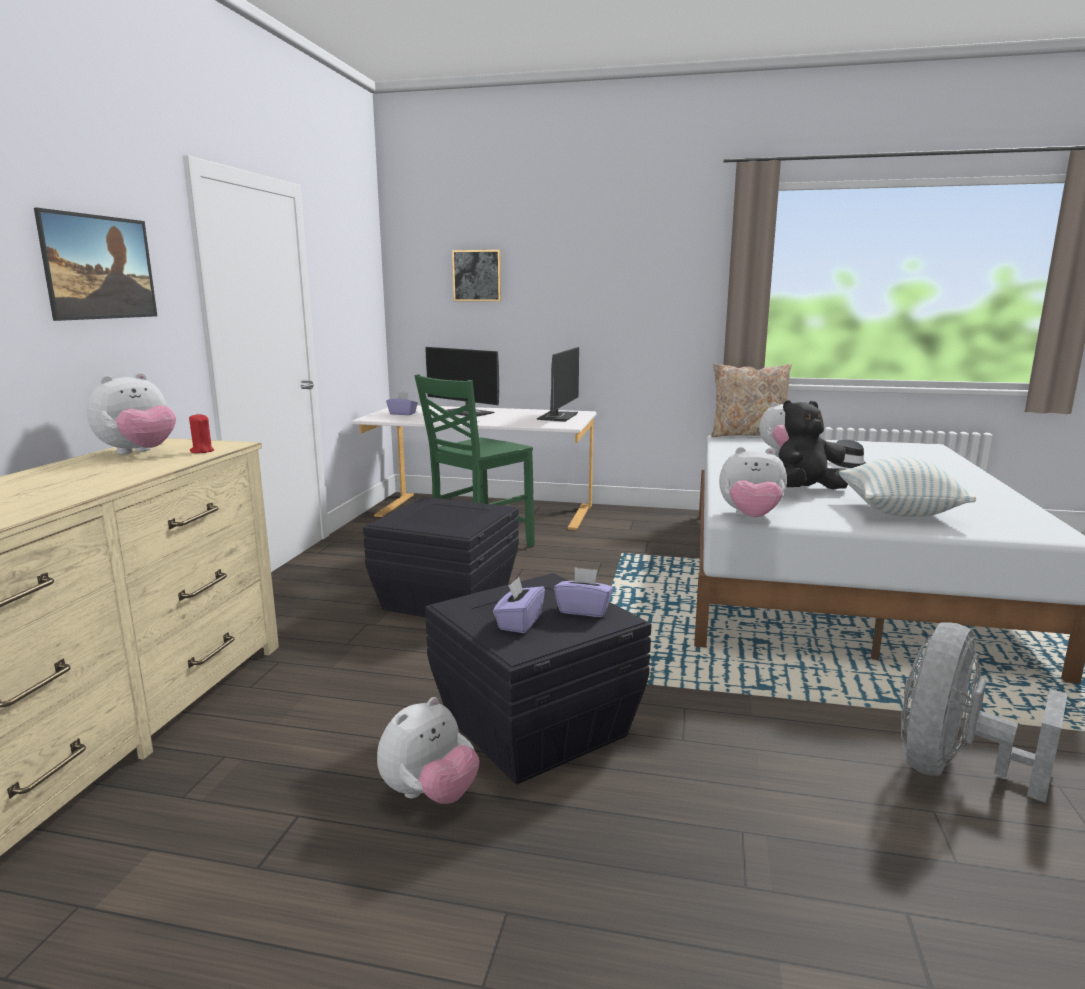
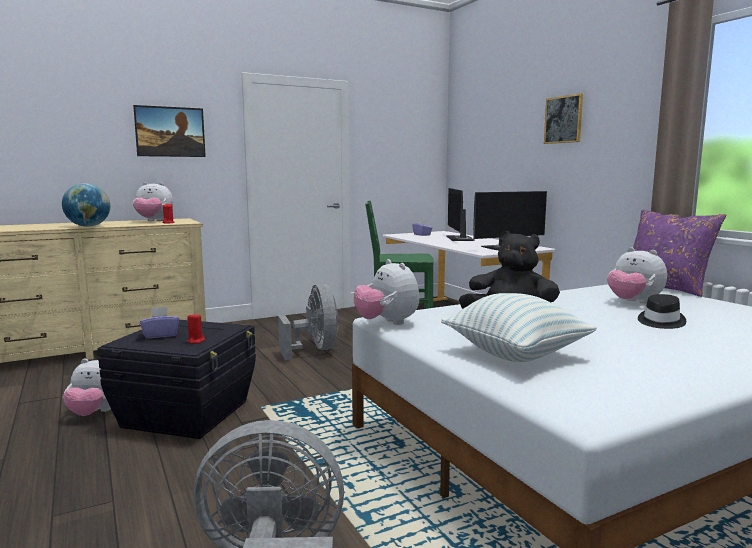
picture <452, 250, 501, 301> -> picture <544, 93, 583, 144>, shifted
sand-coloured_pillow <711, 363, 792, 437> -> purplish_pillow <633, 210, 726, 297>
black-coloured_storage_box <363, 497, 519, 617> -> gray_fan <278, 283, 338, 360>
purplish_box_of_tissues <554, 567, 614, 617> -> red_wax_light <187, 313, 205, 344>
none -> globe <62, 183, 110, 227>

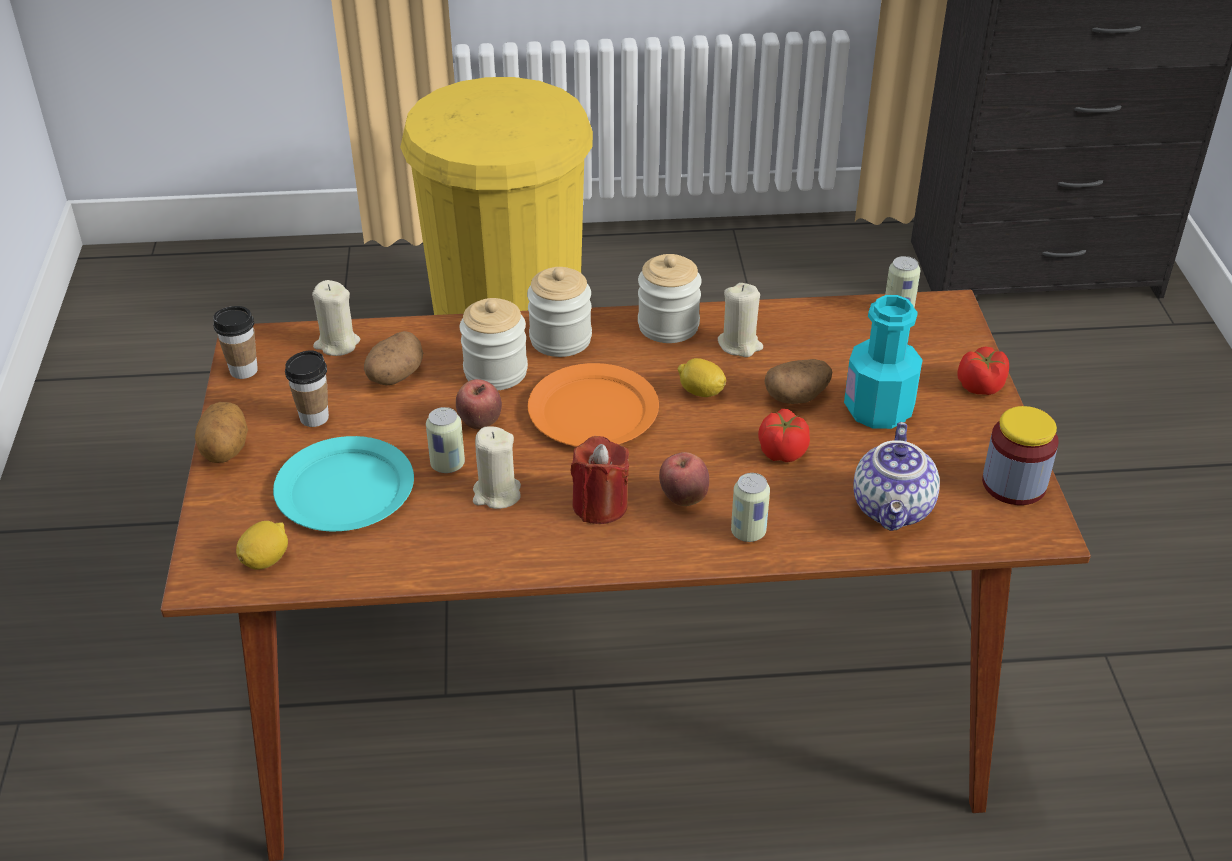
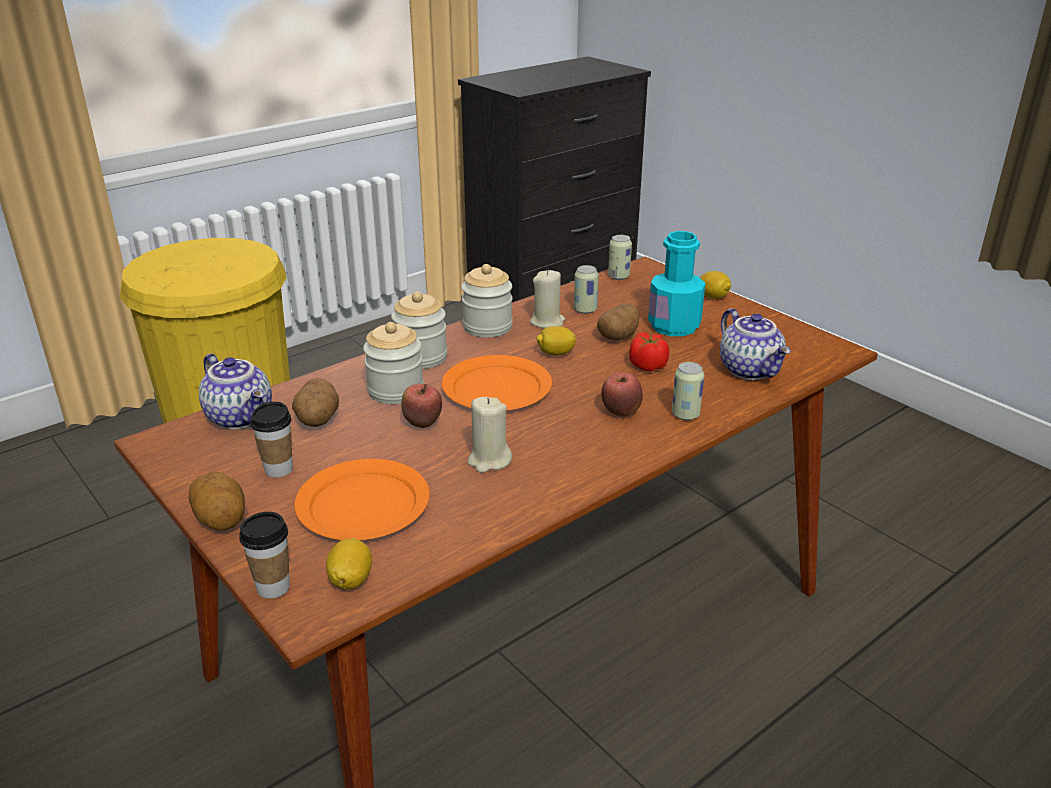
sand-coloured_wax_light <312, 280, 360, 356> -> tea_pot <199, 354, 272, 429>
small_cup <213, 306, 258, 379> -> small_cup <239, 512, 290, 599>, shifted
tomato <957, 346, 1009, 395> -> citrus_fruit <700, 271, 732, 299>
storage_jar <982, 406, 1059, 505> -> none
sealed_can <426, 407, 465, 473> -> sealed_can <574, 265, 599, 314>, shifted
turquoise-coloured_plate <273, 436, 414, 531> -> orange-coloured_plate <294, 459, 430, 540>
red_wax_light <571, 436, 629, 524> -> none

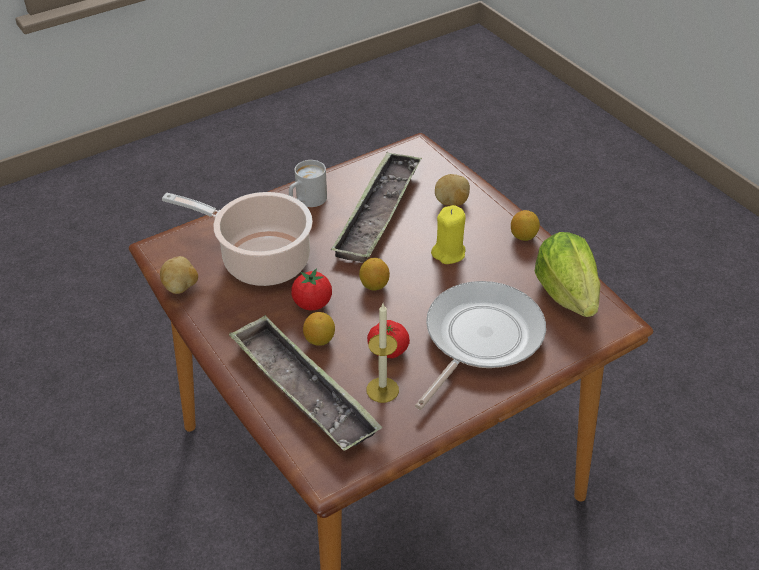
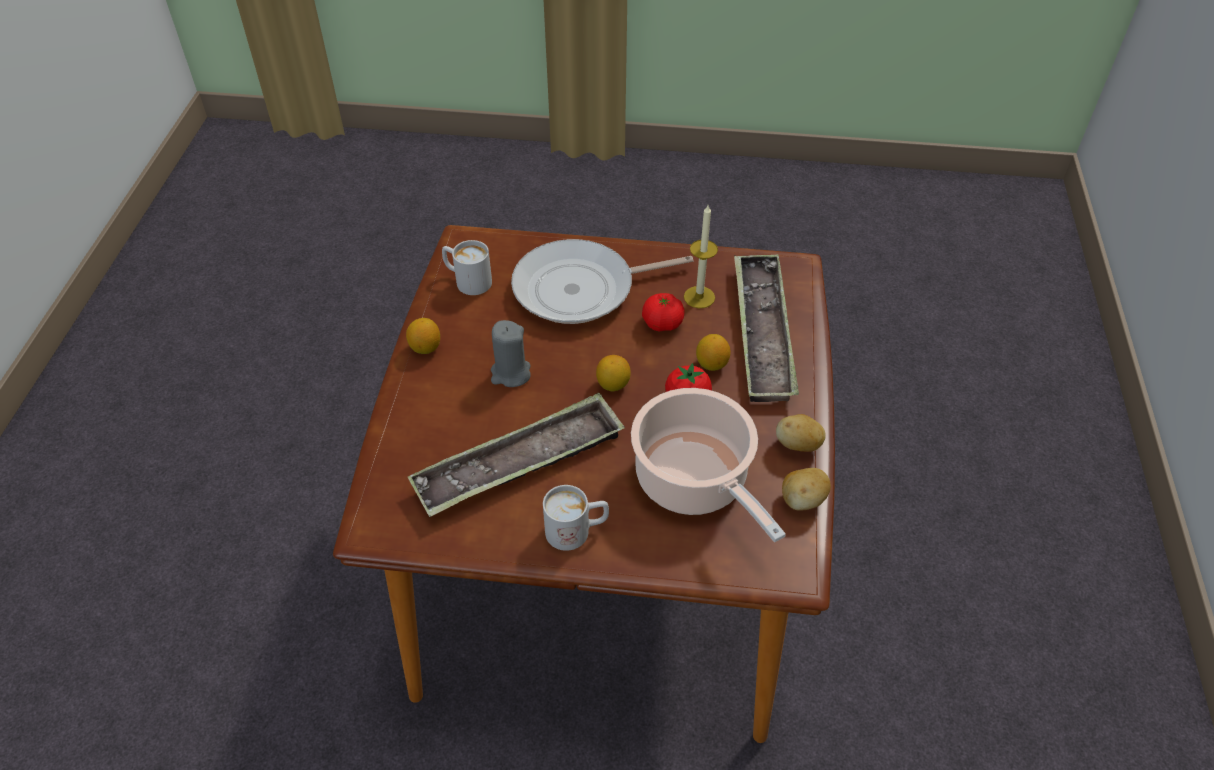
spud <435, 174, 470, 206> -> spud <776, 414, 826, 452>, shifted
yellow-coloured_wax_light <431, 205, 466, 264> -> gray_wax_light <491, 320, 531, 387>
lettuce_head <535, 232, 601, 317> -> whitish_tea_mug <442, 240, 492, 295>

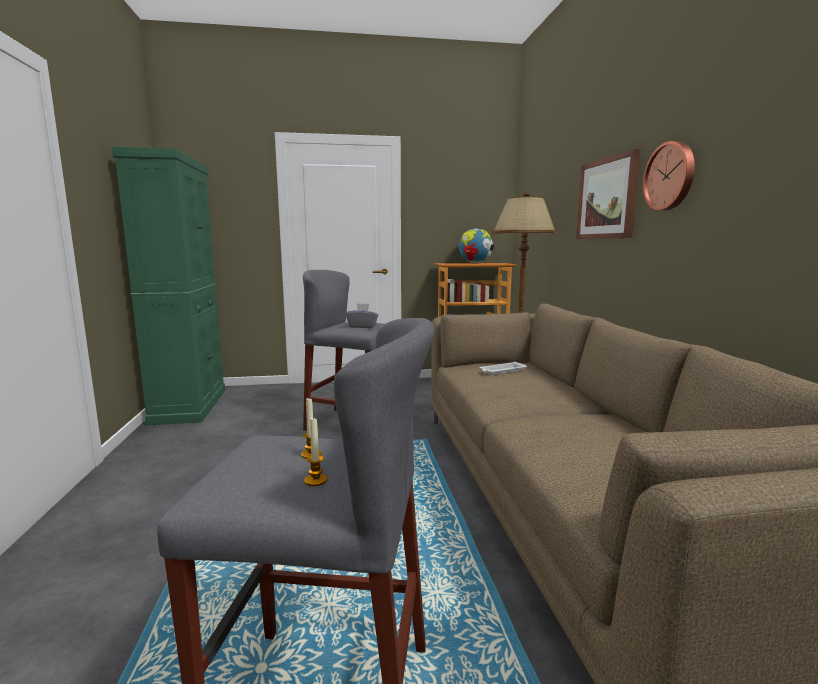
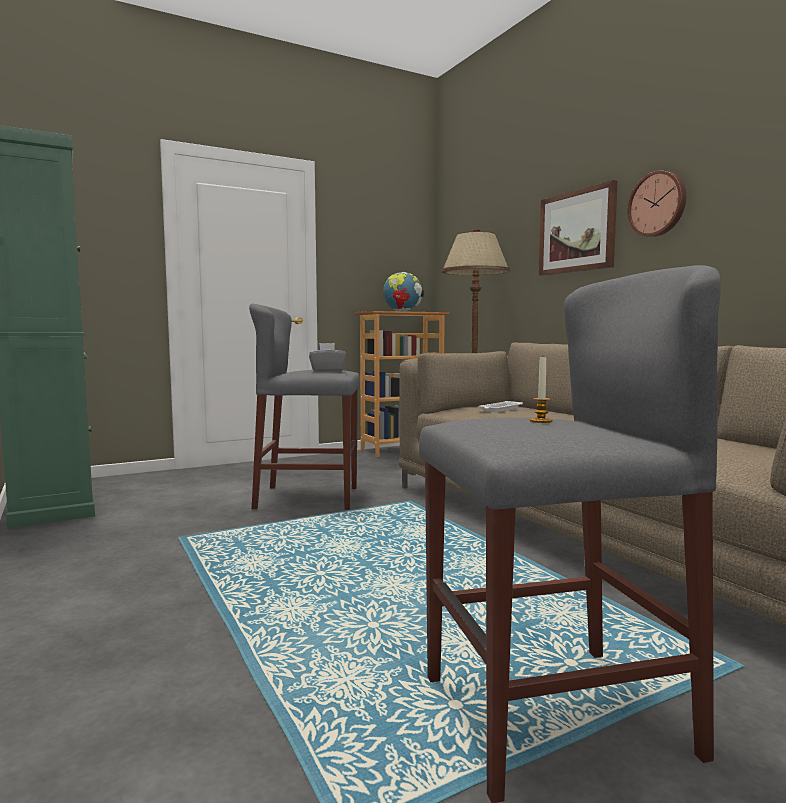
wax_light <304, 416, 328, 486> -> none

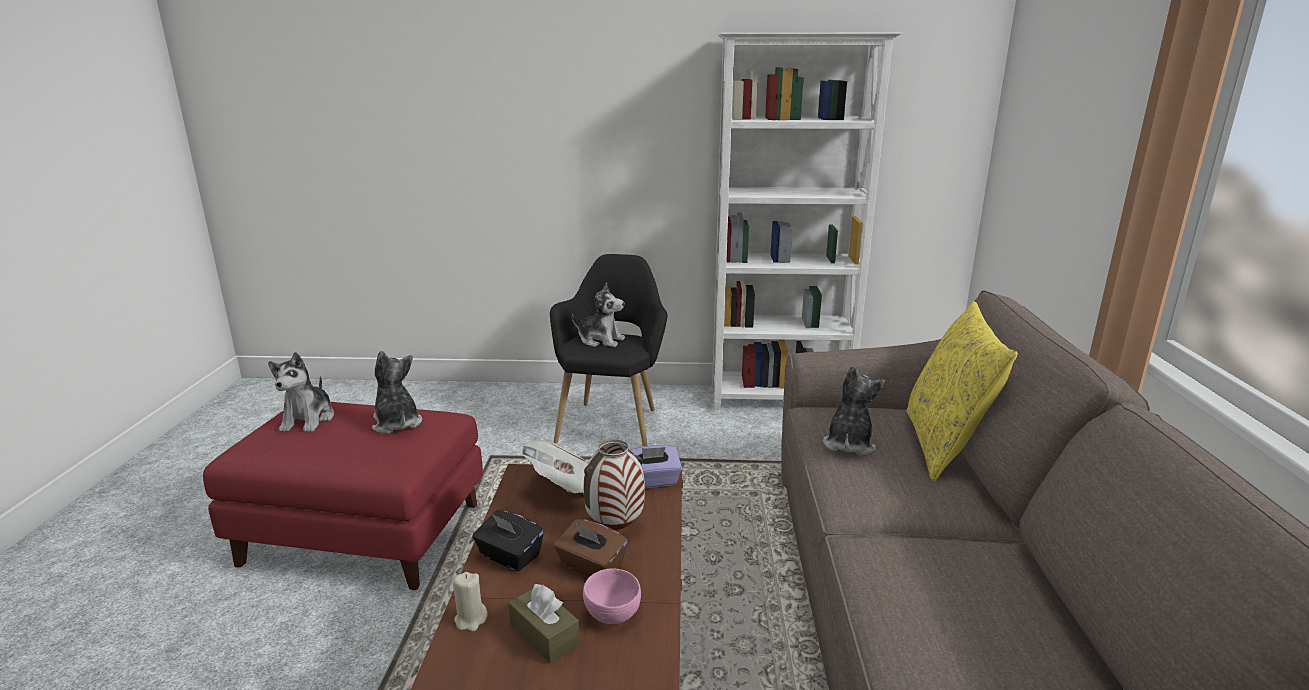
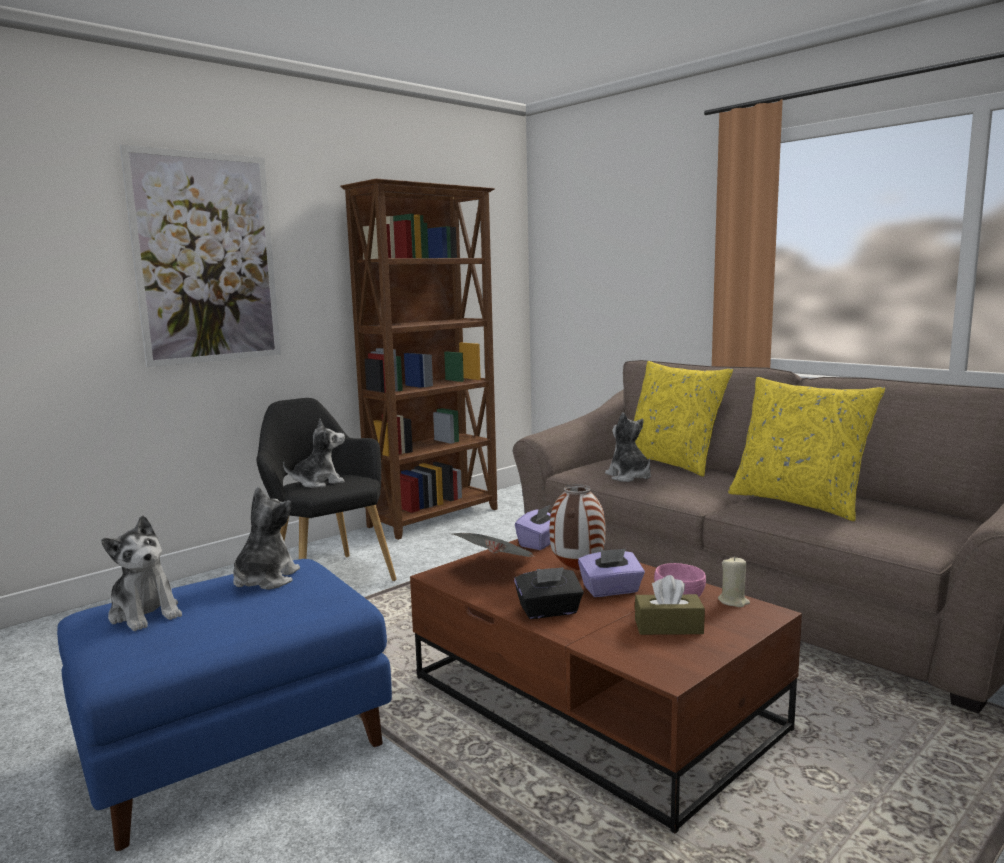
whitish_bookshelf <712, 33, 901, 410> -> brownish_bookshelf <340, 178, 498, 540>
soft_toy <372, 351, 422, 434> -> soft_toy <233, 487, 300, 590>, 90 degrees clockwise
red_pouffe <203, 402, 483, 590> -> blue-coloured_pouffe <57, 559, 392, 851>
brownish_box_of_tissues <554, 519, 628, 577> -> purplish_box_of_tissues <578, 548, 645, 597>
sand-coloured_wax_light <453, 572, 487, 631> -> sand-coloured_wax_light <718, 556, 750, 607>, shifted
none -> picture <120, 145, 281, 367>
none -> yellow-coloured_pillow <728, 377, 885, 521>

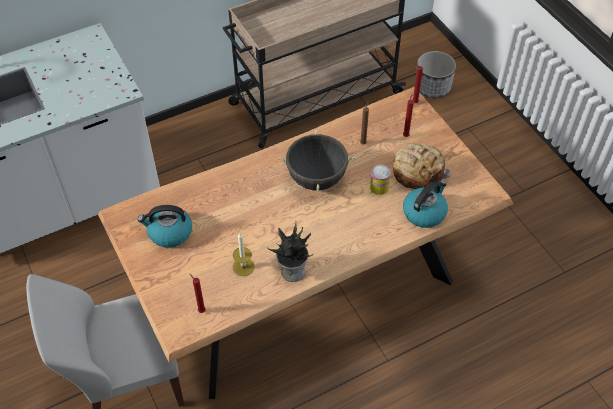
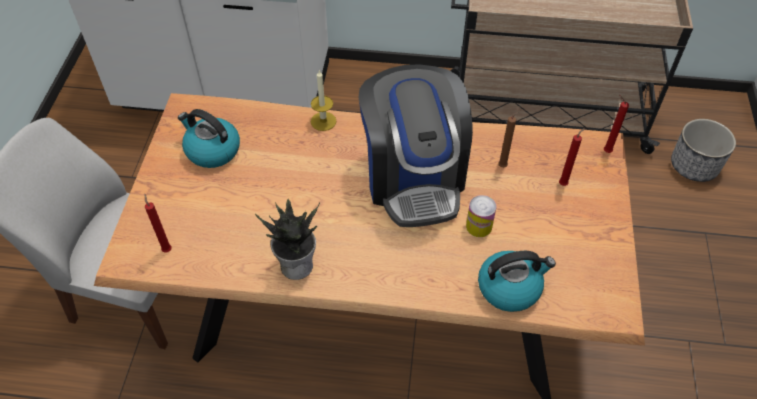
black-coloured_saucepot <278, 129, 356, 192> -> coffee_brewer <359, 64, 473, 227>
baked_bread <393, 143, 452, 189> -> none
wax_light <233, 233, 254, 276> -> wax_light <311, 70, 336, 131>, shifted

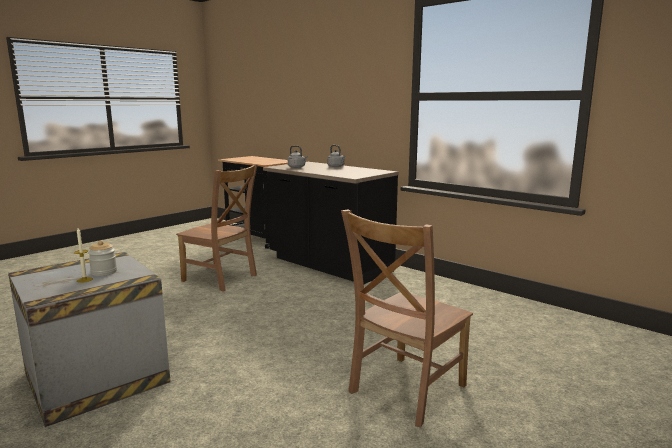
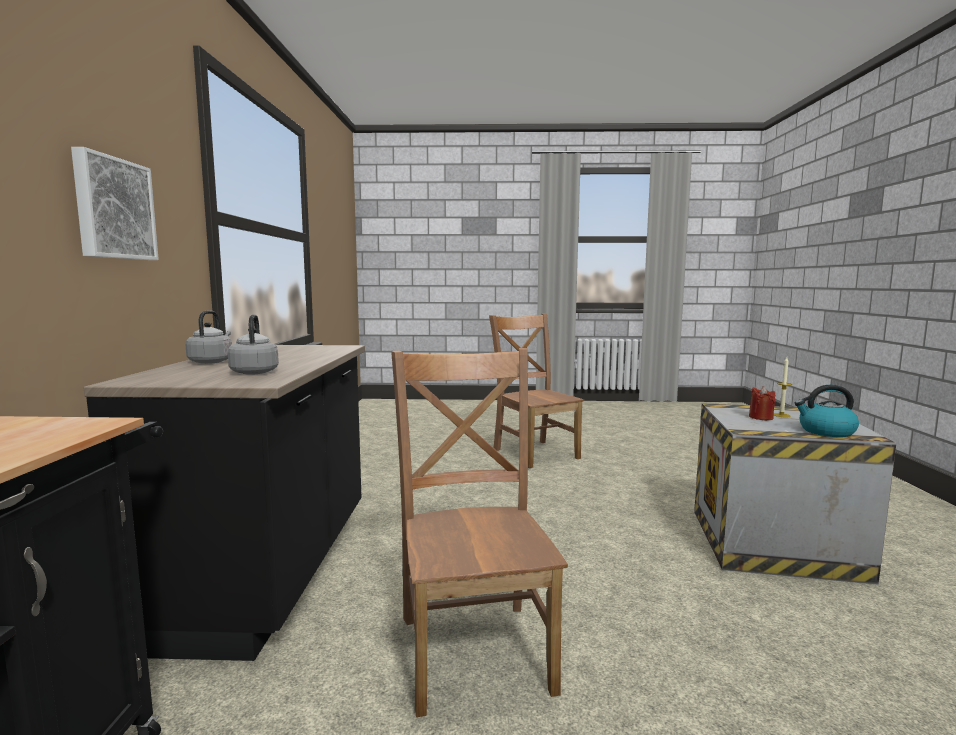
brownish_upright_chair <341, 210, 473, 428> -> brownish_upright_chair <489, 314, 584, 468>, 120 degrees counterclockwise
storage_jar <88, 240, 117, 276> -> red_wax_light <749, 386, 775, 420>
none -> picture <71, 147, 159, 260>
none -> tea_kettle <795, 385, 859, 437>

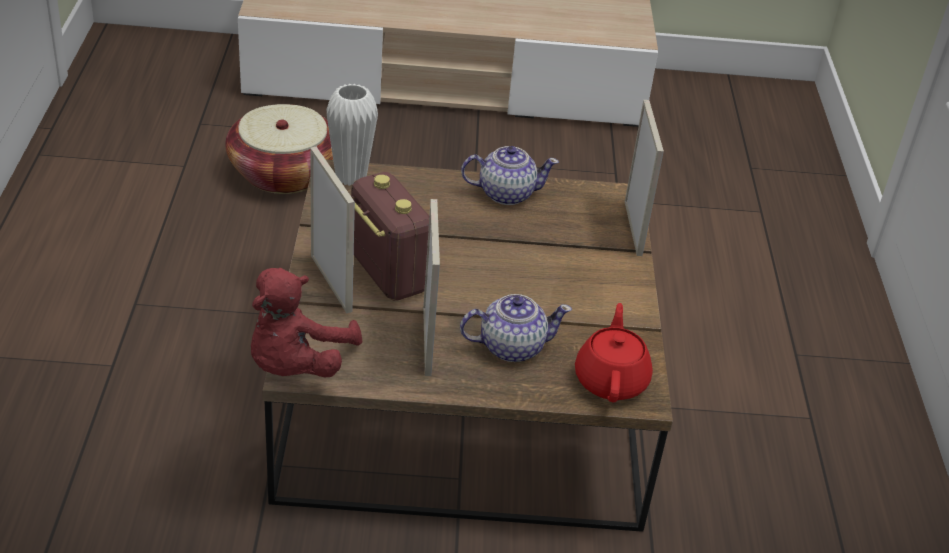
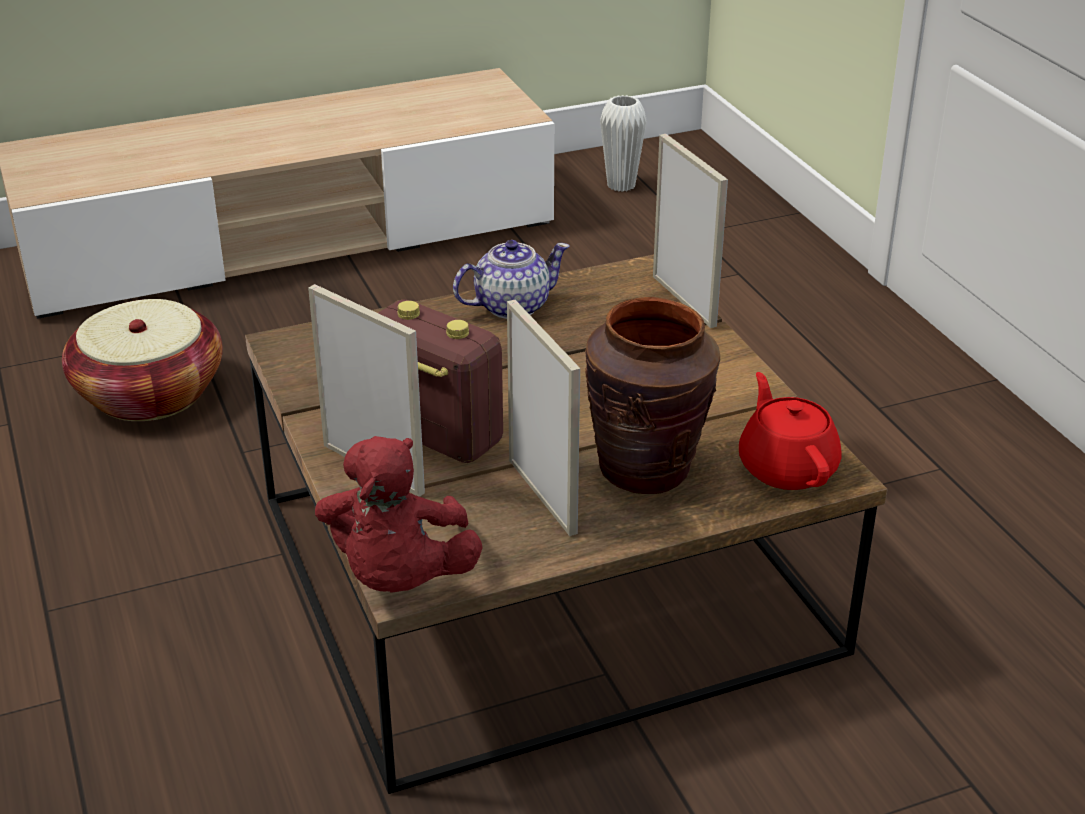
whitish_vase <326, 84, 378, 186> -> whitish_vase <600, 95, 647, 192>, shifted
tea_pot <460, 294, 572, 362> -> brownish_vase <585, 297, 720, 494>

